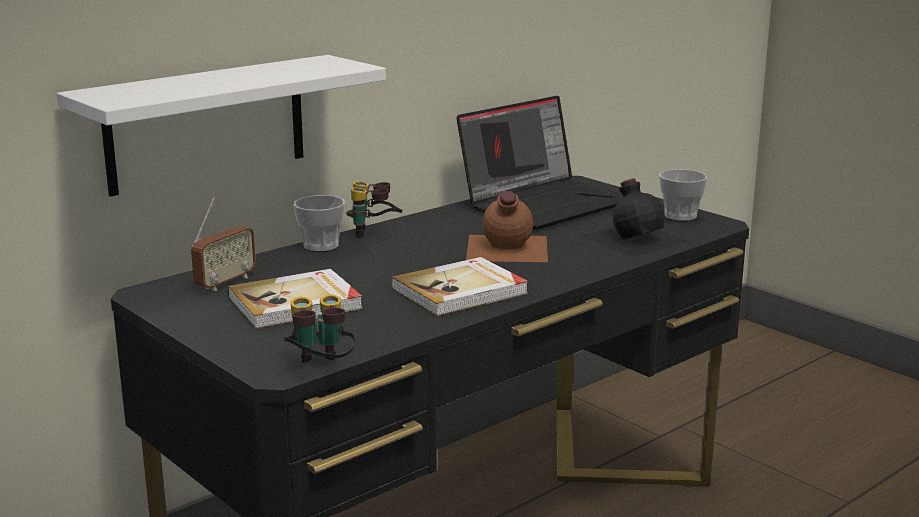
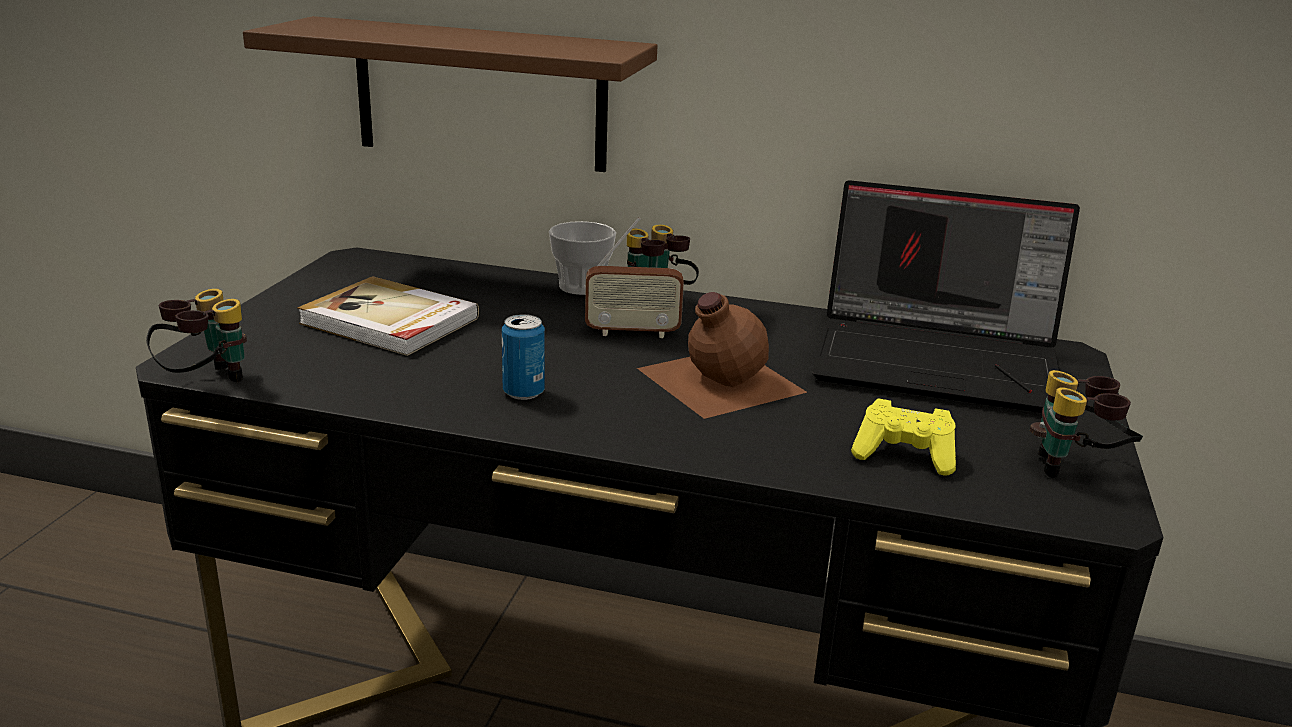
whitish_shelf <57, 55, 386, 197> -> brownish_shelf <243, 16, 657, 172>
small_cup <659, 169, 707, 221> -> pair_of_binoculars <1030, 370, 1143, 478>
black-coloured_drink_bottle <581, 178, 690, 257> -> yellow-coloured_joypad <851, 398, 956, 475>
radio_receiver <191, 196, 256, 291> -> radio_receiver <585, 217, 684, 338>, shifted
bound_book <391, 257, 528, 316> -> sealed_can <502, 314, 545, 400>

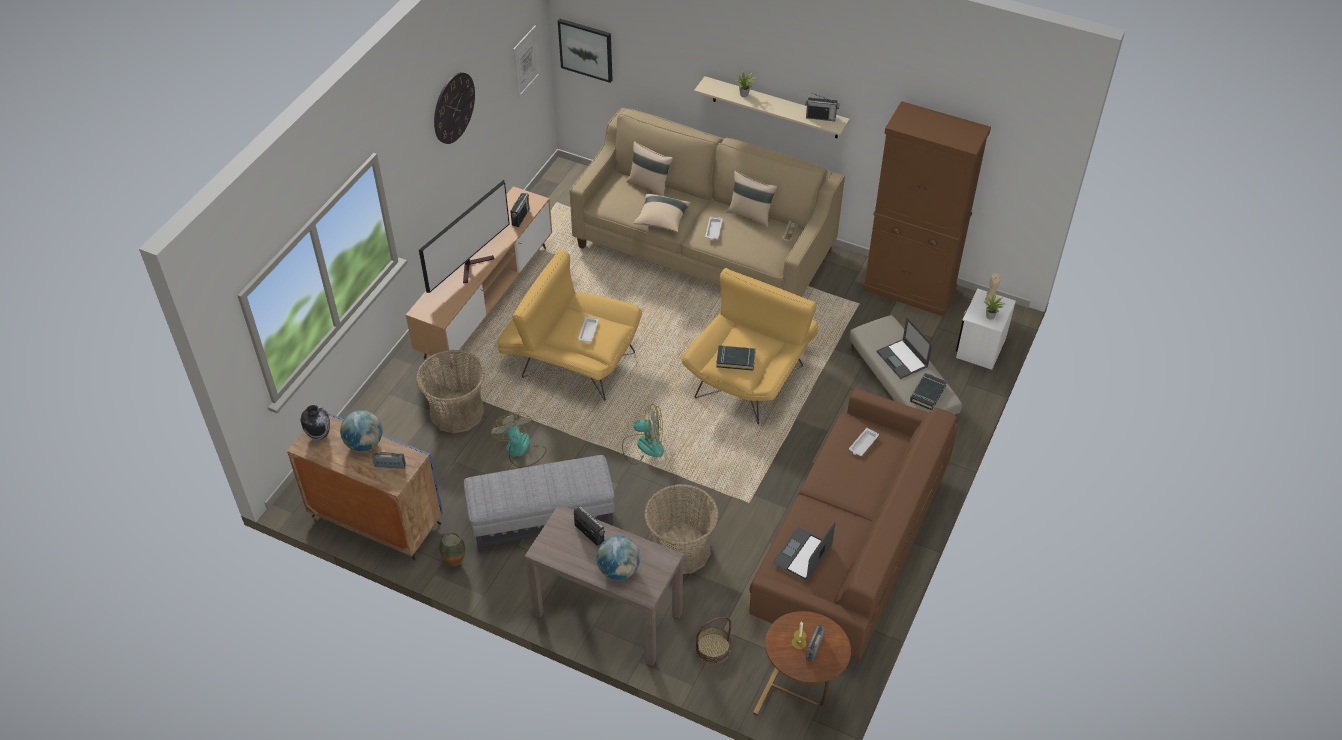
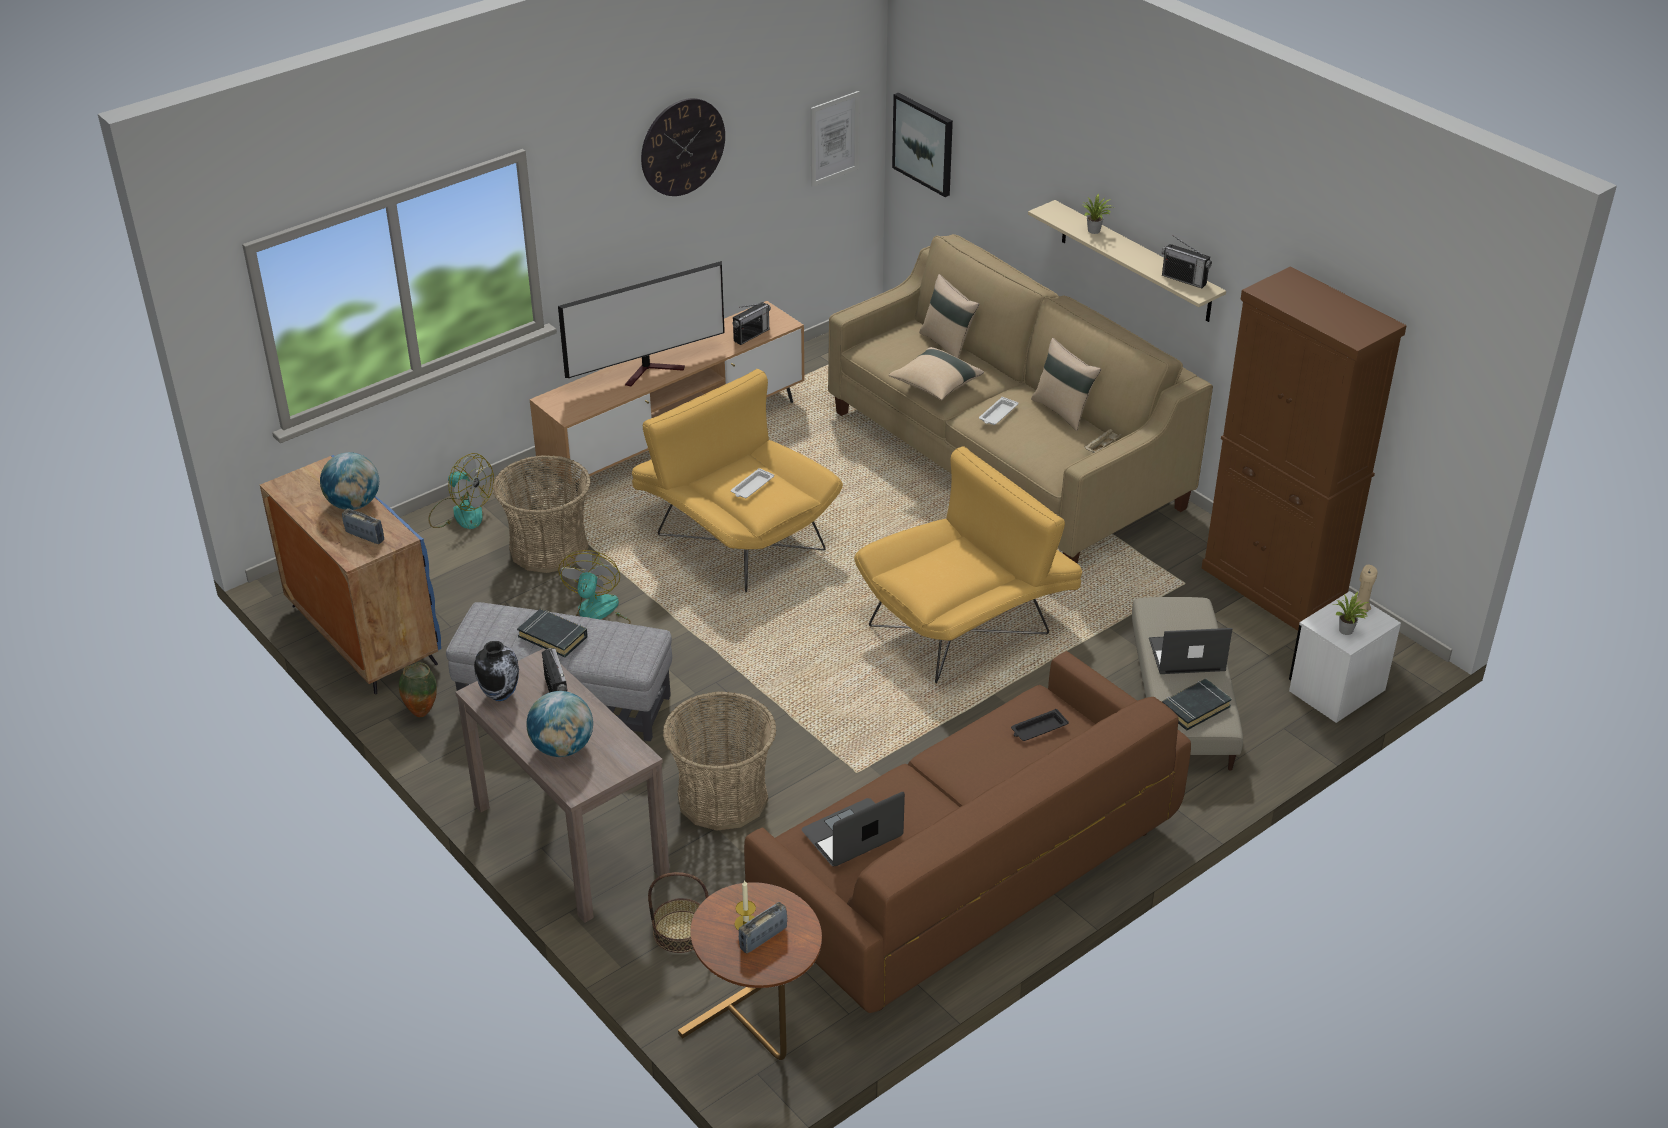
laptop <877, 317, 932, 379> -> laptop <1149, 628, 1233, 674>, 90 degrees clockwise
black-coloured_bound_book <716, 345, 756, 371> -> black-coloured_bound_book <517, 609, 588, 657>, shifted
fan <622, 404, 664, 465> -> fan <429, 453, 494, 529>, shifted
vase <301, 405, 330, 440> -> vase <474, 641, 519, 701>, shifted
whitish_serving_tray <849, 428, 879, 456> -> black-coloured_serving_tray <1011, 709, 1069, 741>

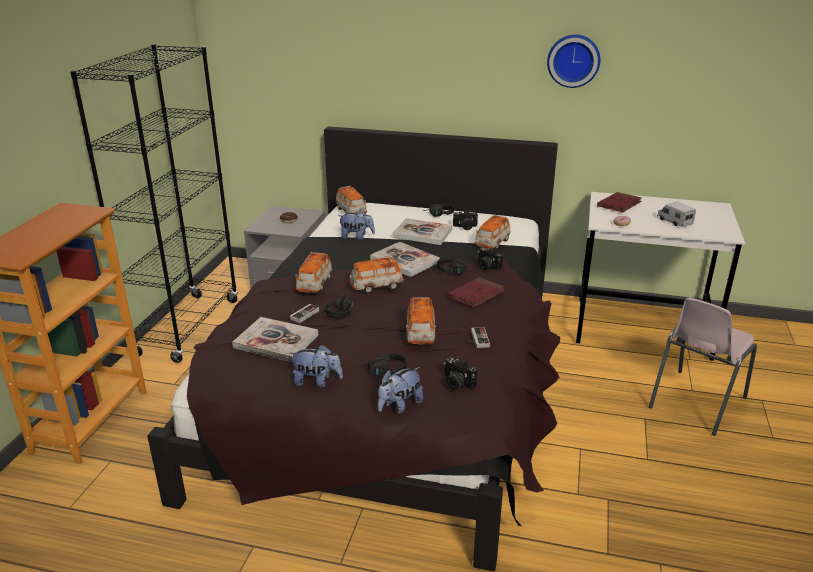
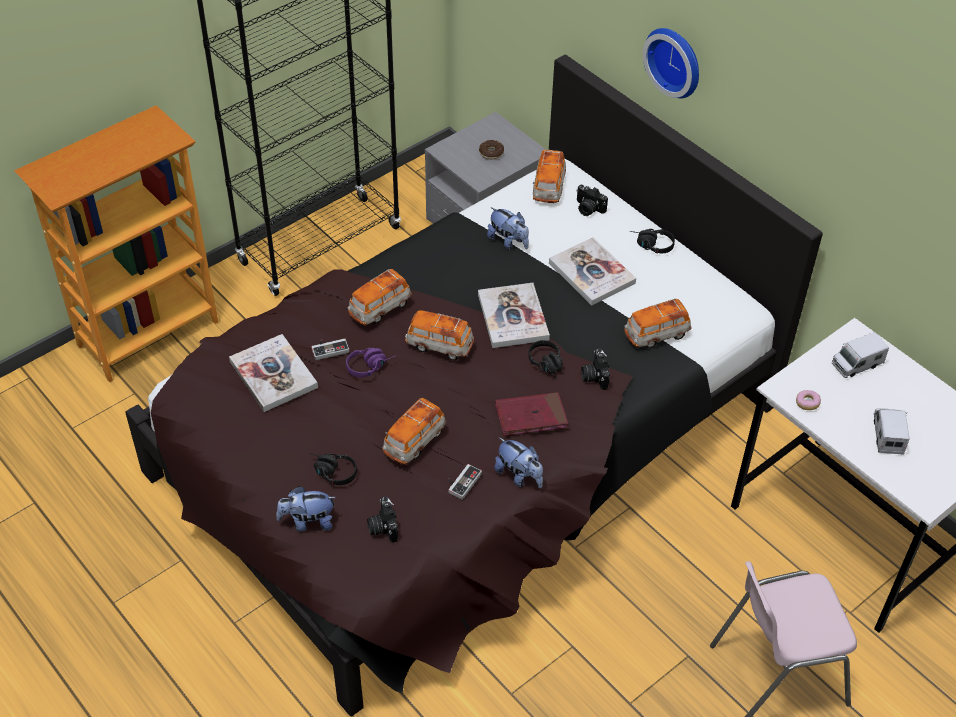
hanging_clock <547, 34, 600, 88> -> hanging_clock <643, 28, 699, 98>, shifted
red_bound_book <597, 192, 642, 212> -> toy_lorry <832, 332, 889, 378>
still_camera <453, 210, 478, 230> -> still_camera <576, 184, 608, 216>, shifted
black-coloured_headphones <325, 296, 358, 318> -> purplish_headphones <346, 348, 397, 377>
soft_toy <290, 345, 343, 387> -> soft_toy <494, 438, 543, 488>, shifted

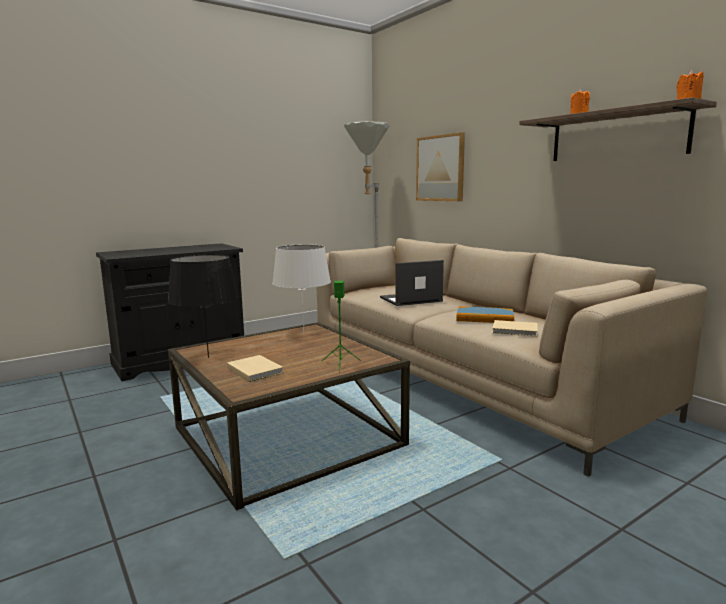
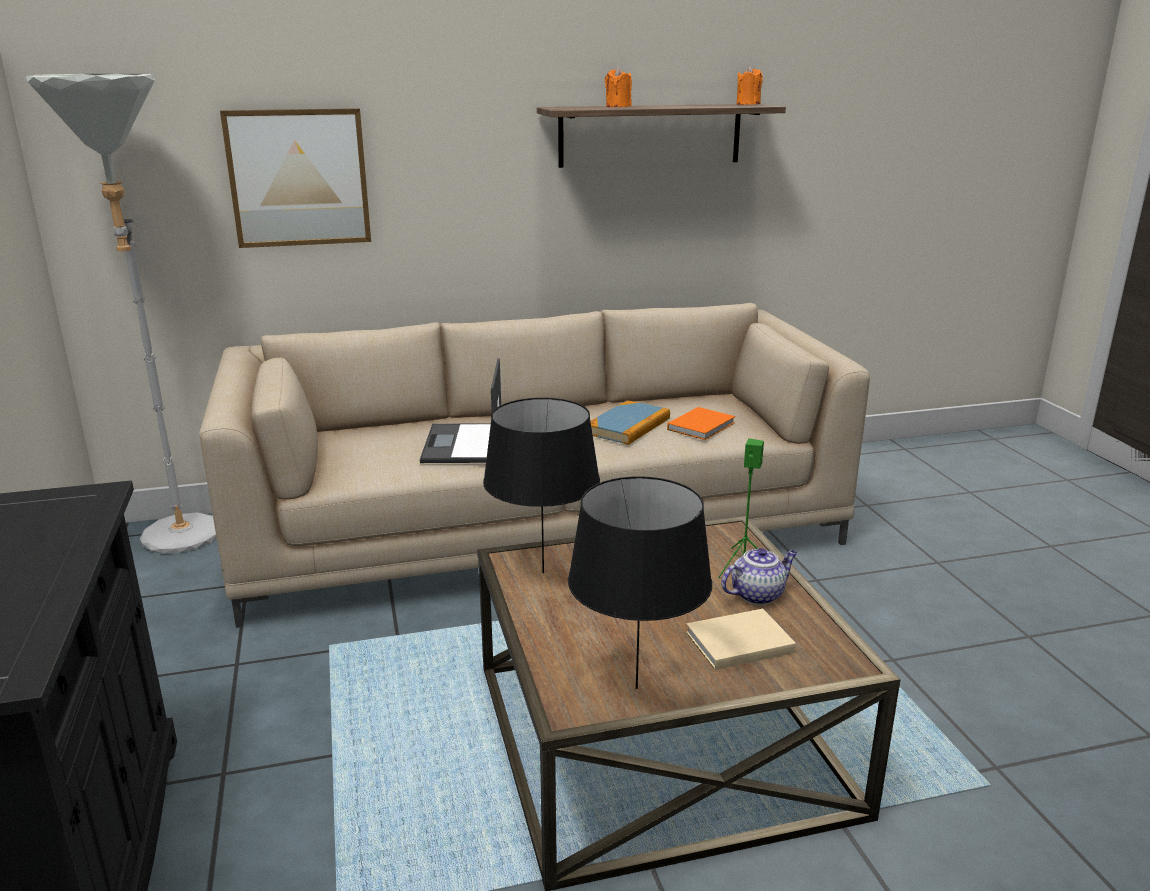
whitish_lamp_for_a_table <272, 244, 331, 333> -> black-coloured_lamp_for_a_table <483, 398, 600, 573>
sand-coloured_bound_book <492, 320, 538, 337> -> orange-coloured_bound_book <667, 407, 735, 440>
none -> tea_pot <721, 548, 797, 605>

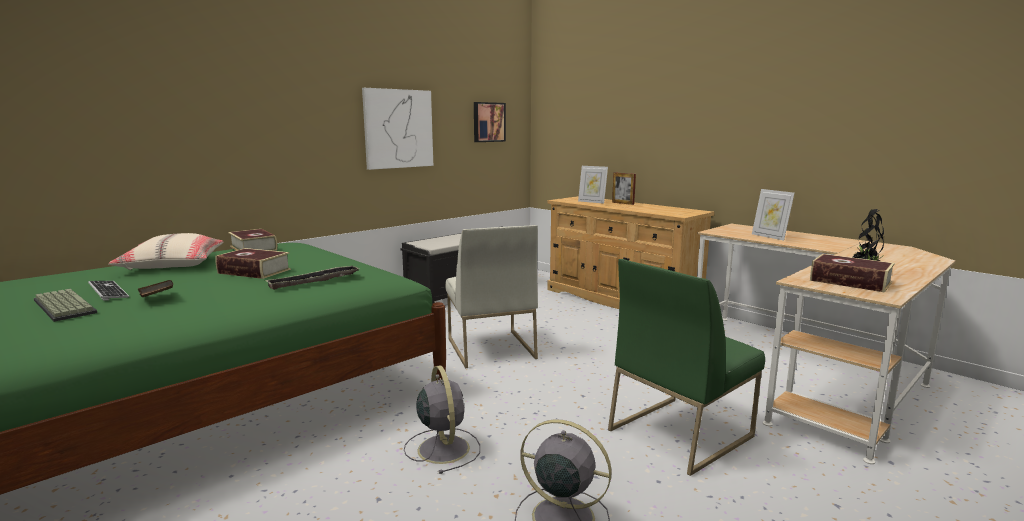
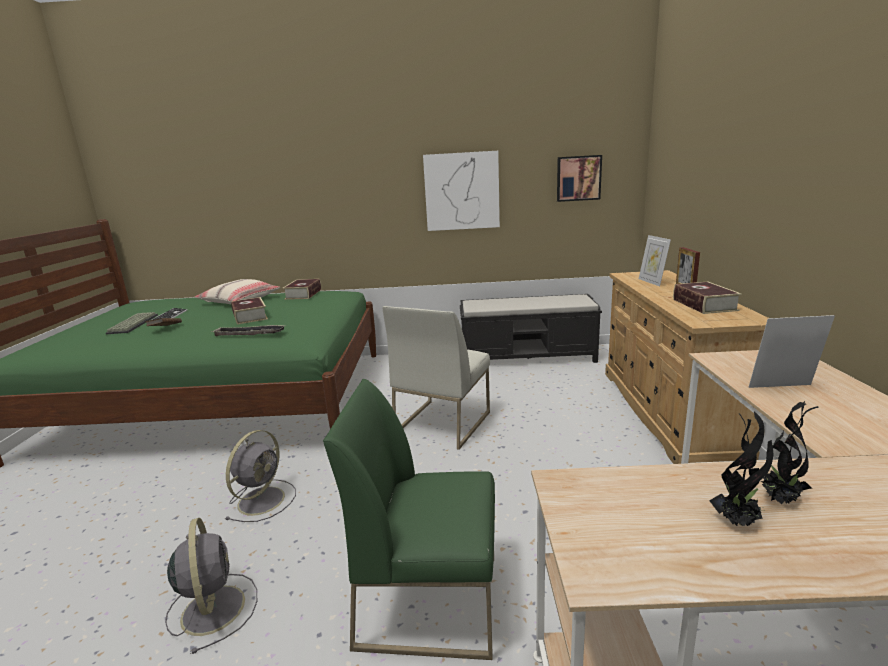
standing_frame <752, 189, 795, 241> -> standing_frame <749, 315, 835, 388>, 75 degrees clockwise
bound_book <810, 254, 895, 292> -> bound_book <673, 282, 742, 314>, shifted

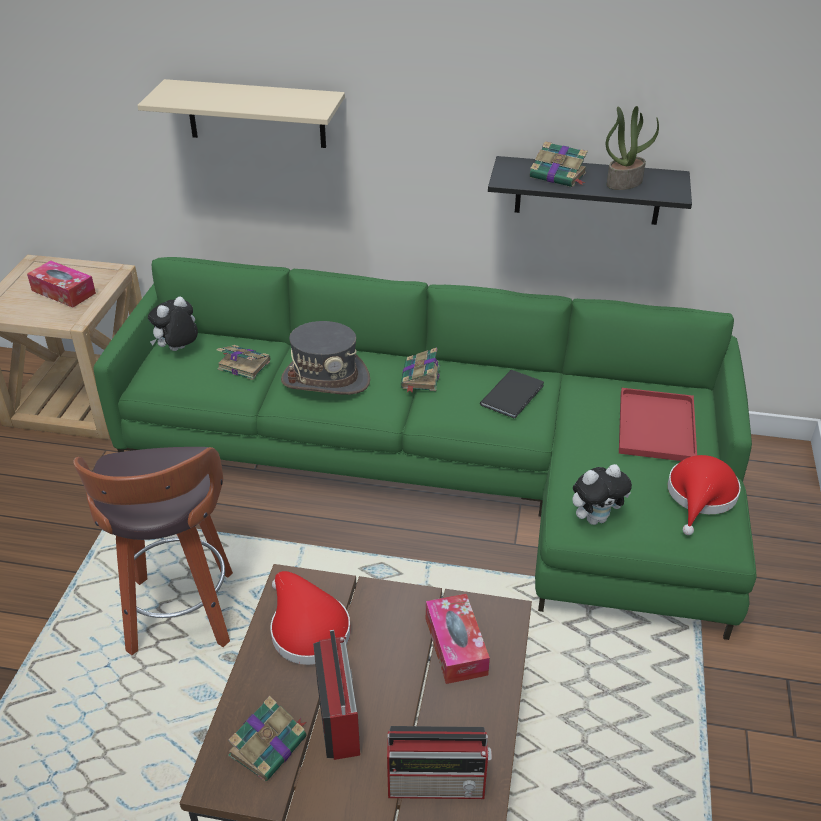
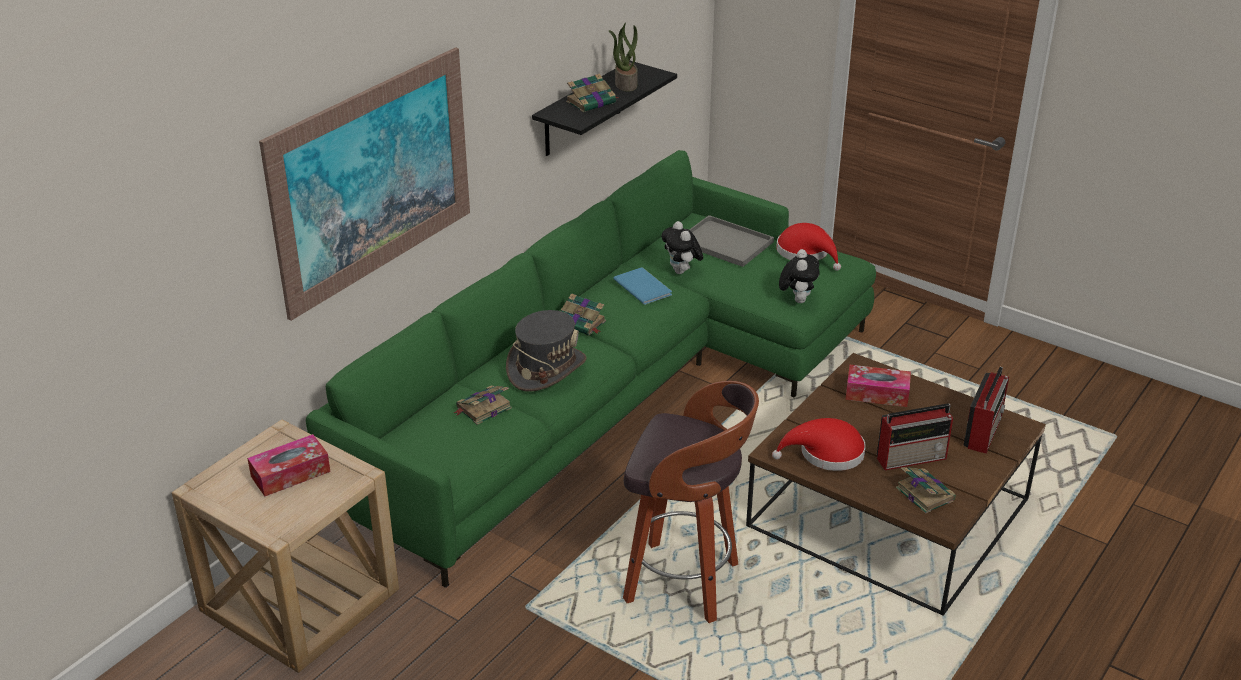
sand-coloured_shelf <137, 79, 345, 148> -> picture <259, 47, 470, 321>
soft_toy <148, 296, 198, 351> -> soft_toy <661, 221, 703, 274>, shifted
black-coloured_bound_book <480, 370, 544, 418> -> blue-coloured_bound_book <613, 267, 672, 305>
red_serving_tray <619, 388, 697, 461> -> gray_serving_tray <689, 215, 774, 267>
radio_receiver <313, 630, 360, 760> -> radio_receiver <877, 403, 953, 470>, 150 degrees clockwise

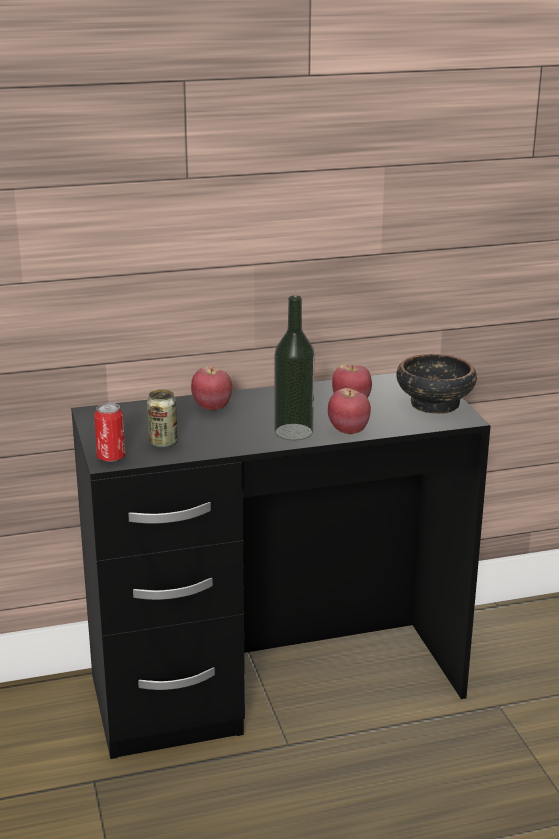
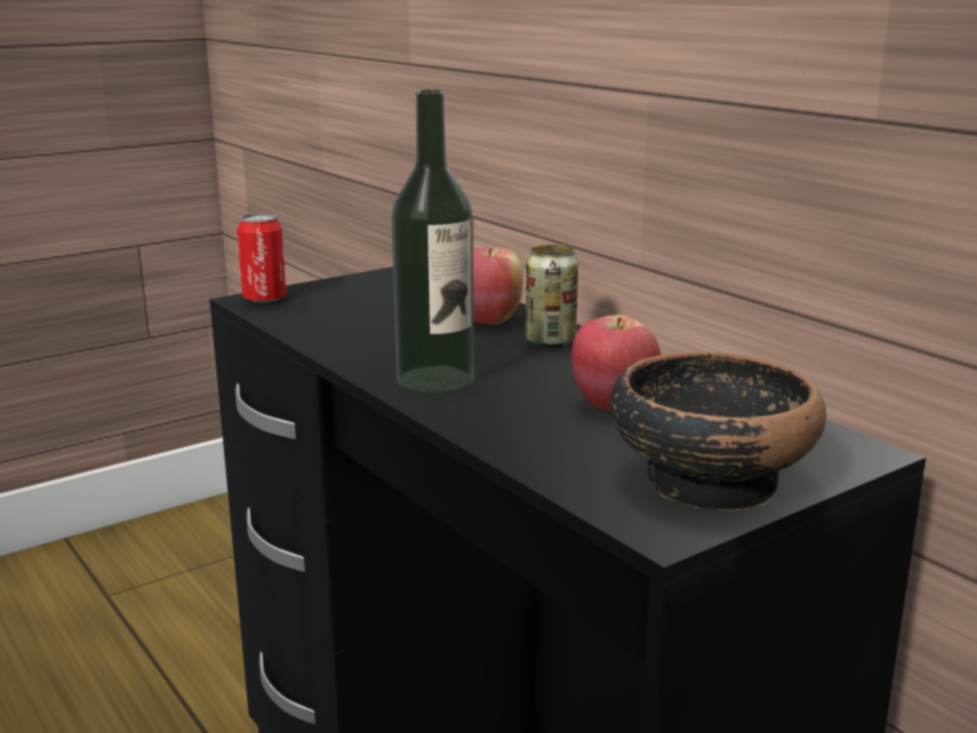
apple_fruit <328, 388, 371, 434> -> none
sealed_can <147, 389, 178, 448> -> sealed_can <526, 245, 578, 348>, shifted

